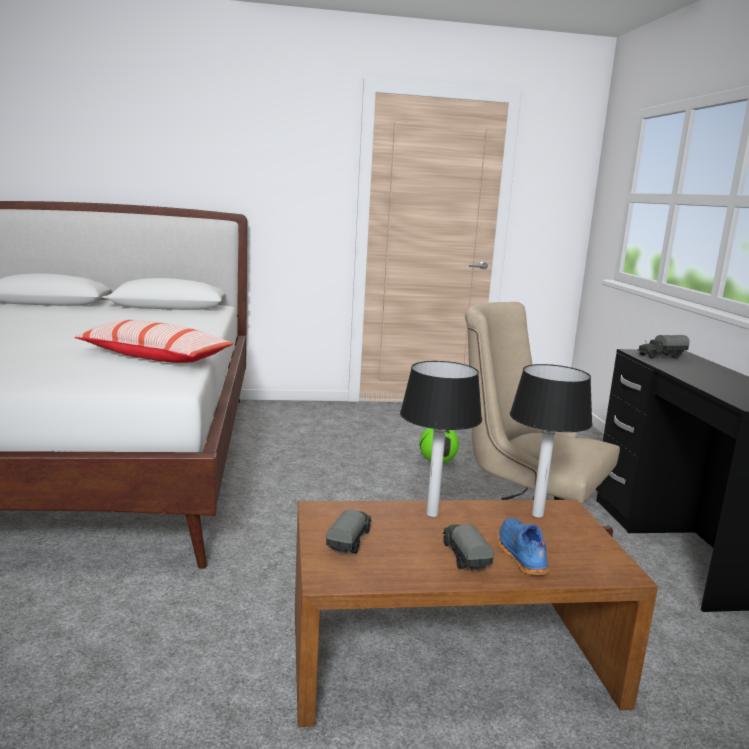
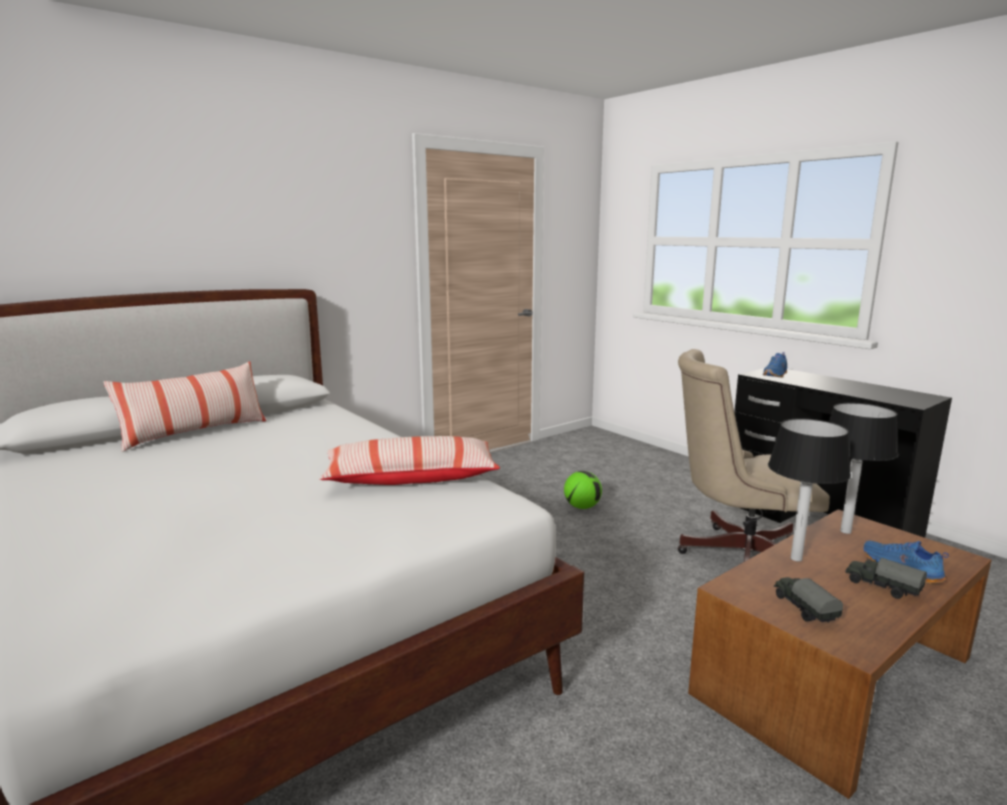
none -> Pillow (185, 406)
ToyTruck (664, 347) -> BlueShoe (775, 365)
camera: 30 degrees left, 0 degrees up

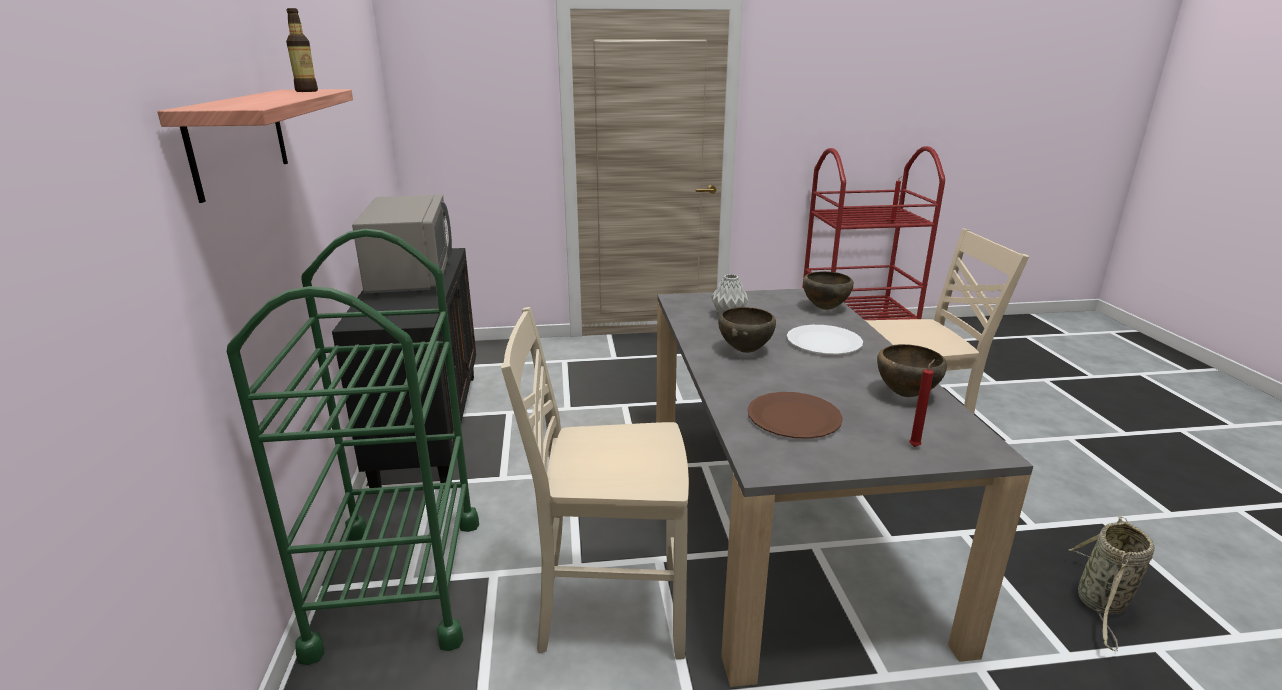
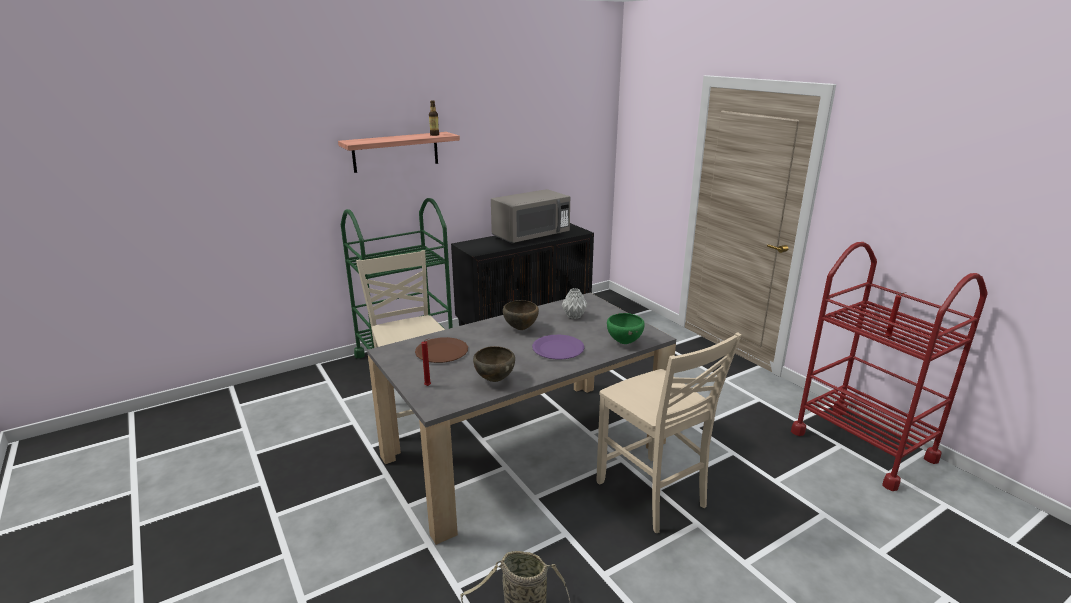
WhitePlate (825, 340) -> PurplePlate (558, 347)
BrownBowl (828, 290) -> GreenBowl (626, 328)
camera: 65 degrees right, 0 degrees up

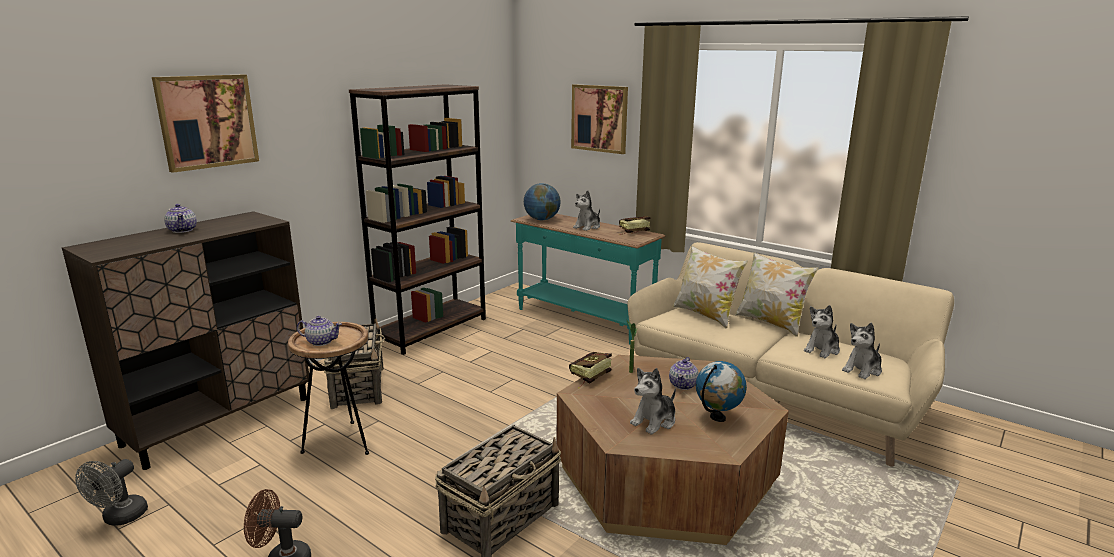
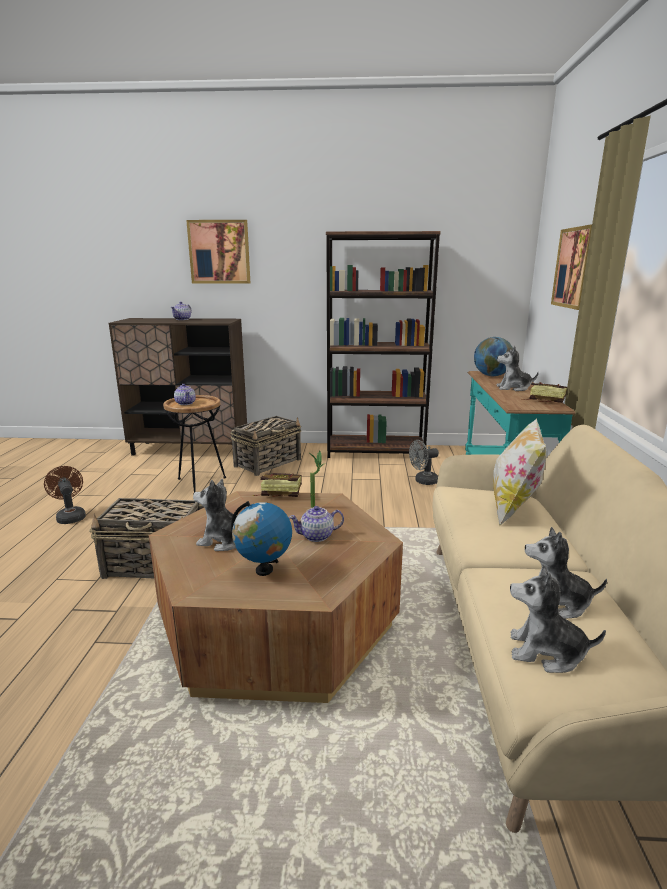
GreyFan (111, 492) -> GreyFan (424, 462), relocated
Pillow (776, 294) -> none
camera: 55 degrees right, 0 degrees up

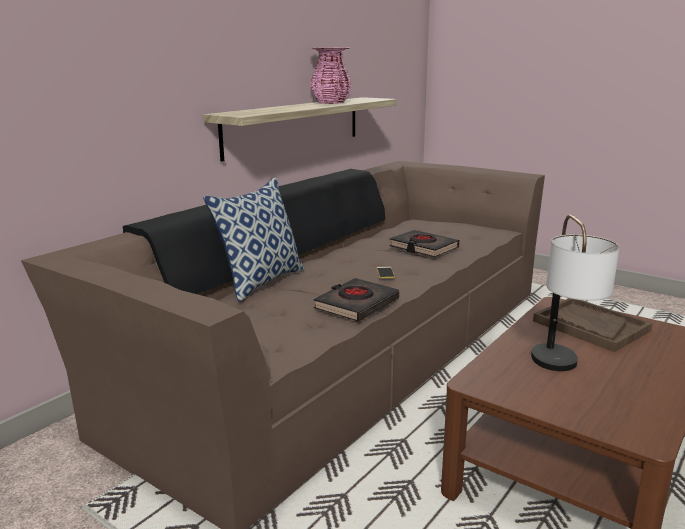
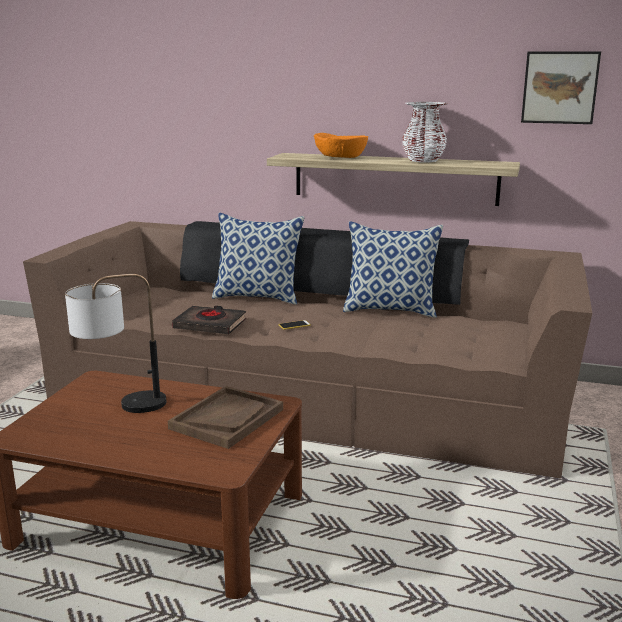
none -> OrangeBowl (341, 145)
none -> Pillow (393, 269)
PinkVase (331, 76) -> WhiteVase (425, 132)
none -> Picture (561, 87)
BlackBook (424, 243) -> none
camera: 70 degrees right, 0 degrees up

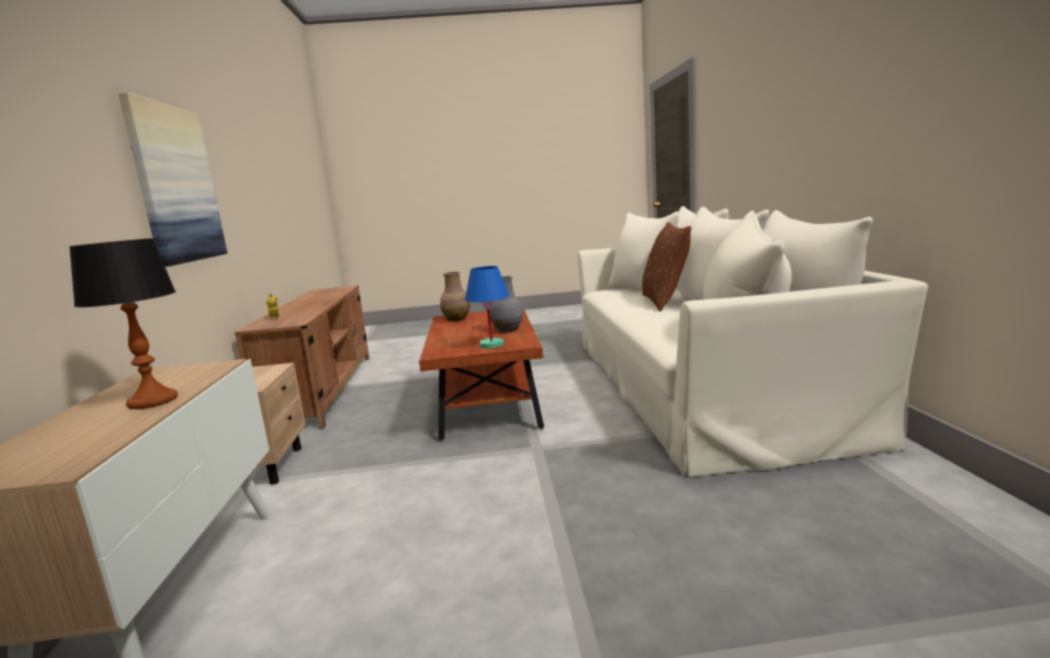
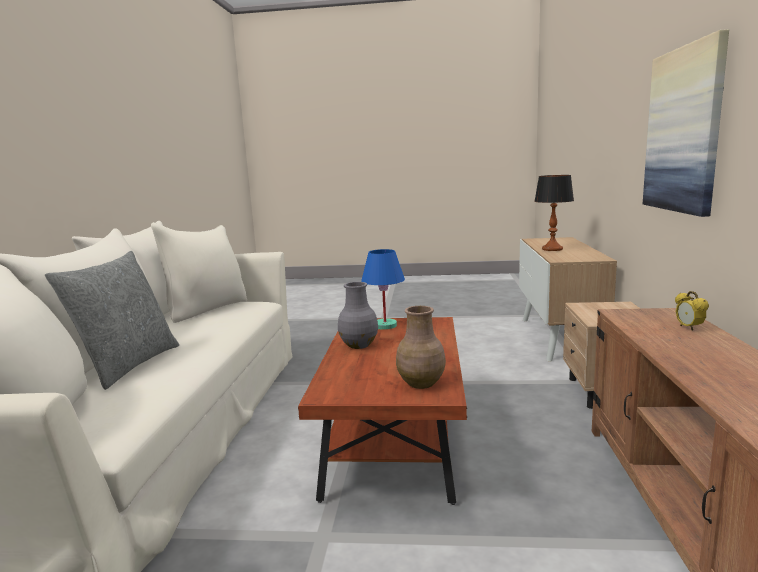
BrownPillow (666, 267) -> GreyPillow (112, 320)
camera: 170 degrees left, 0 degrees up

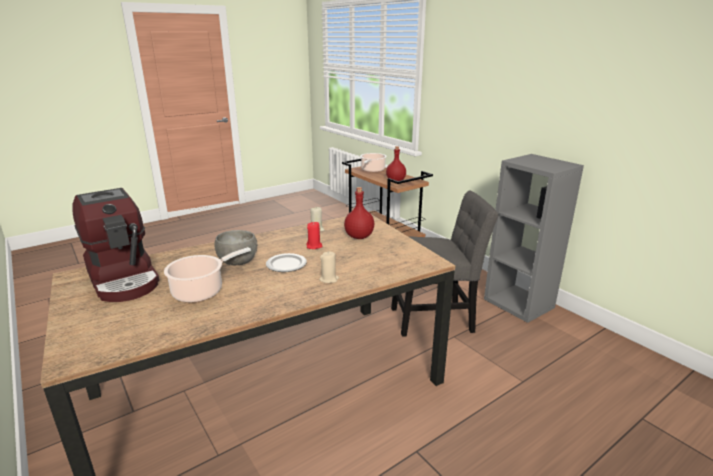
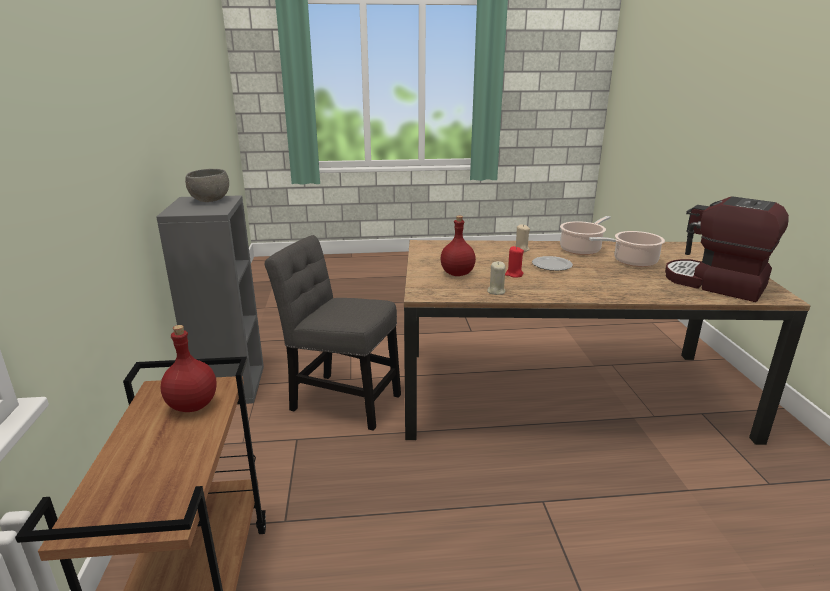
GreyBowl (235, 247) -> GreyBowl (207, 185), relocated
CookingPot (373, 162) -> CookingPot (585, 235), relocated
CoffeeMachine (116, 245) -> CoffeeMachine (727, 249), 45 degrees counterclockwise
camera: 150 degrees left, 0 degrees up

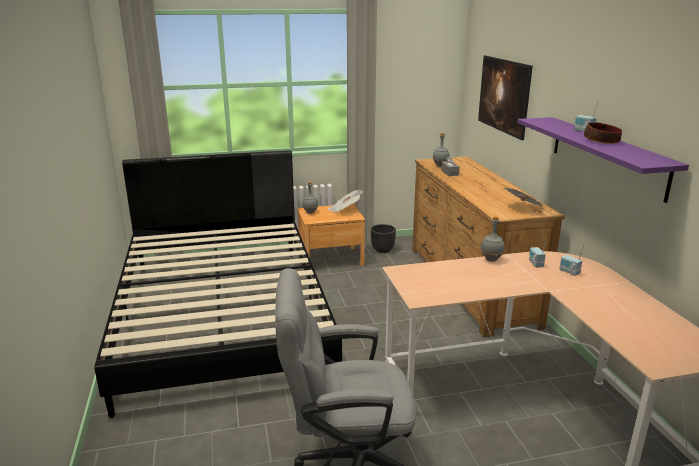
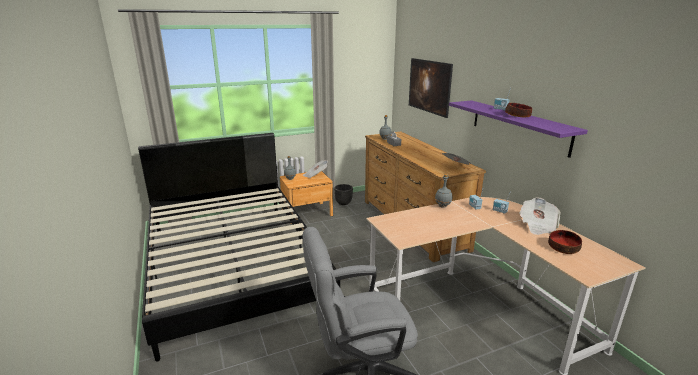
none -> Newspaper (540, 216)
none -> Bowl (565, 242)
camera: 10 degrees left, 0 degrees up

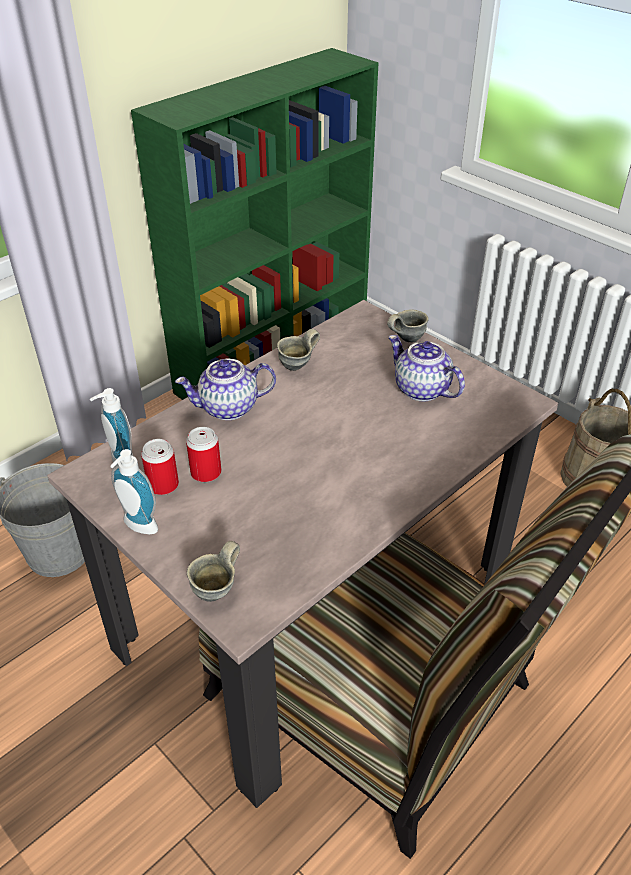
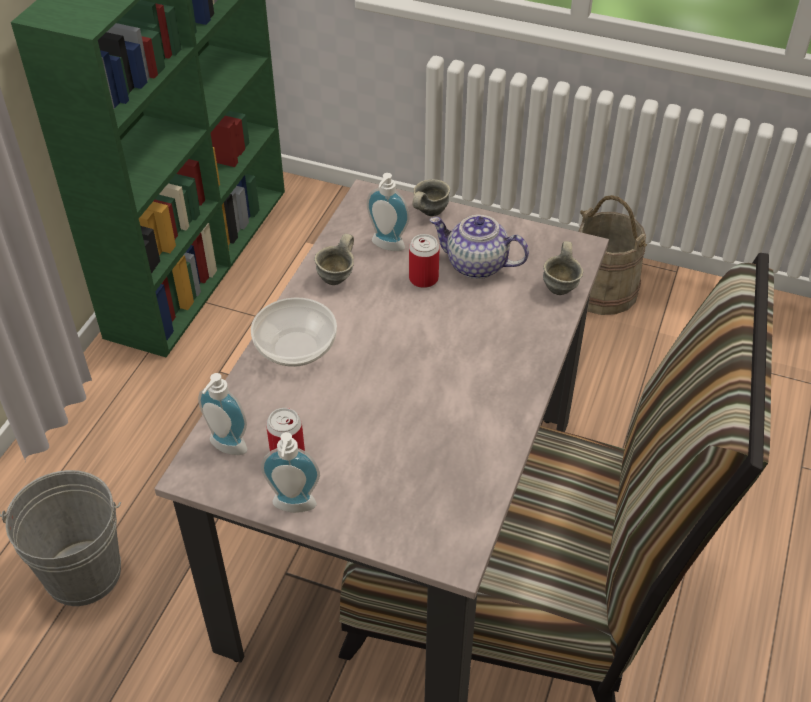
Teapot (225, 389) -> Bowl (294, 332)
none -> SoapDispenser (388, 212)
Can (203, 454) -> Can (424, 261), relocated
GreyMug (213, 571) -> GreyMug (563, 268), relocated
camera: 25 degrees left, 5 degrees up

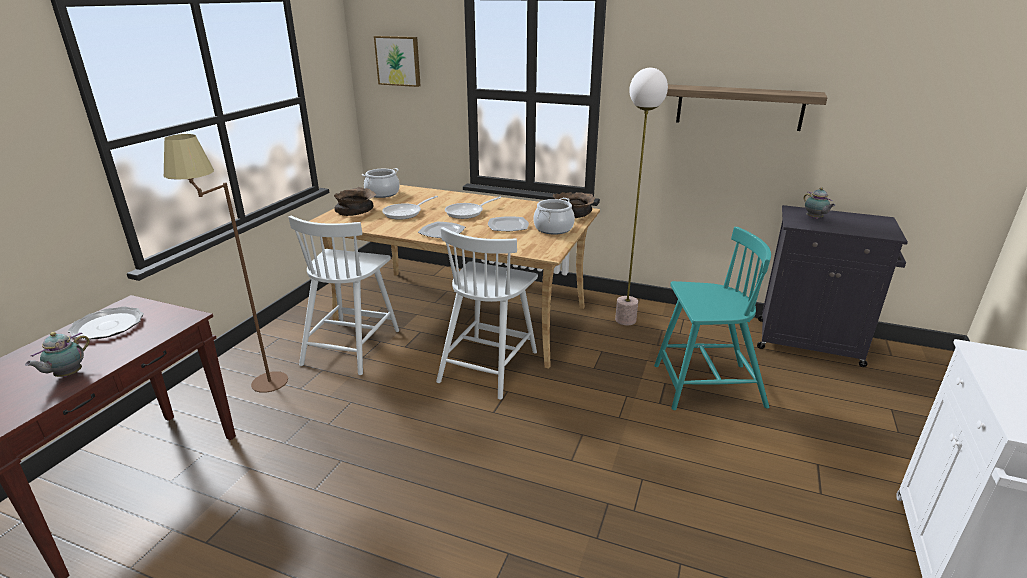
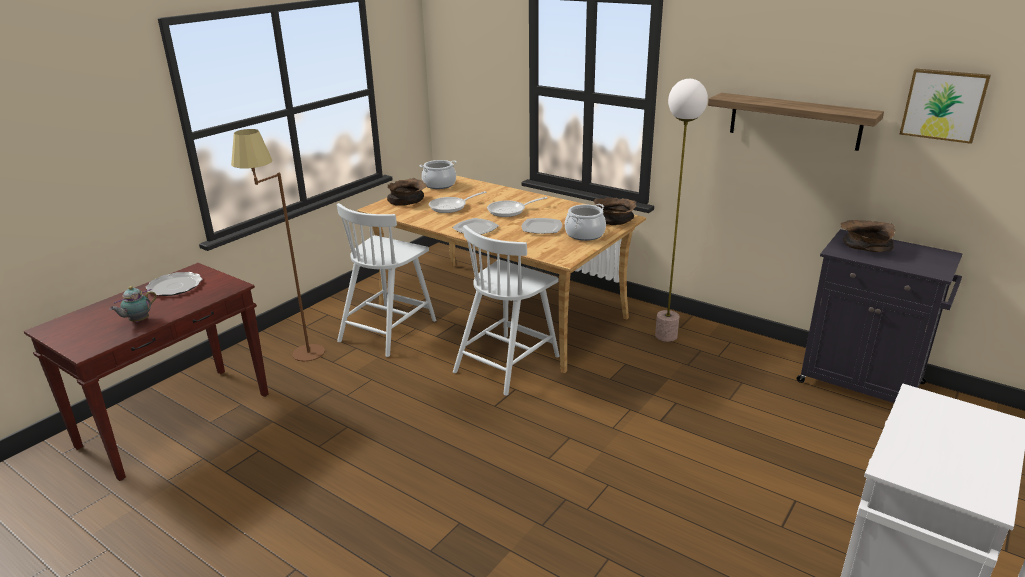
Teapot (819, 203) -> BrownBowl (868, 236)
Picture (397, 61) -> Picture (945, 106), relocated
TurquoiseChair (712, 318) -> none
camera: 15 degrees right, 0 degrees up

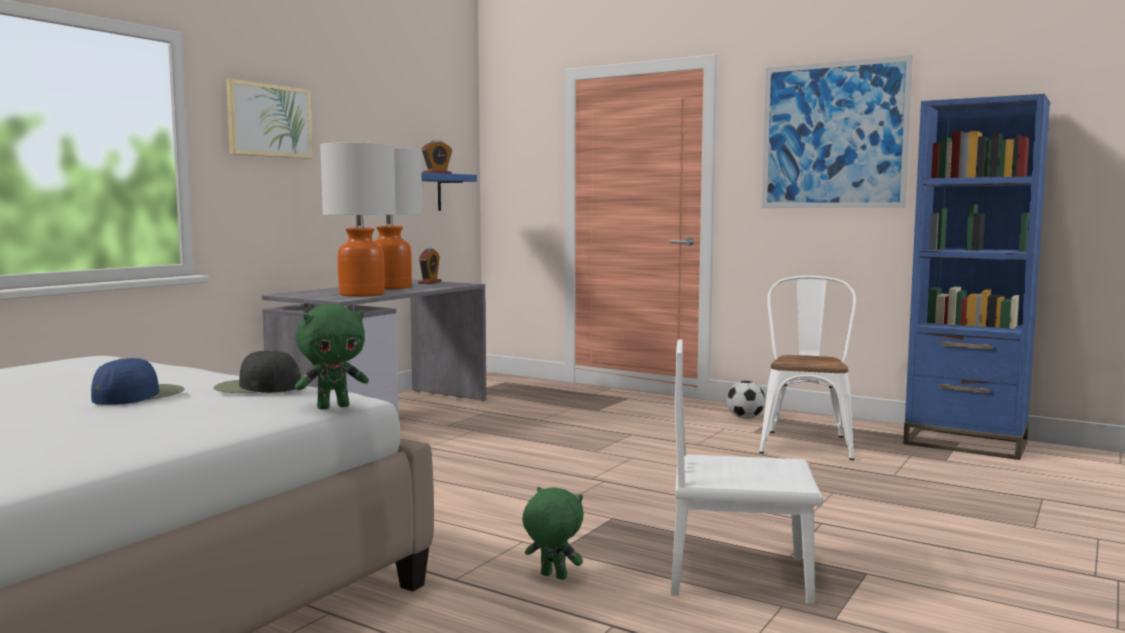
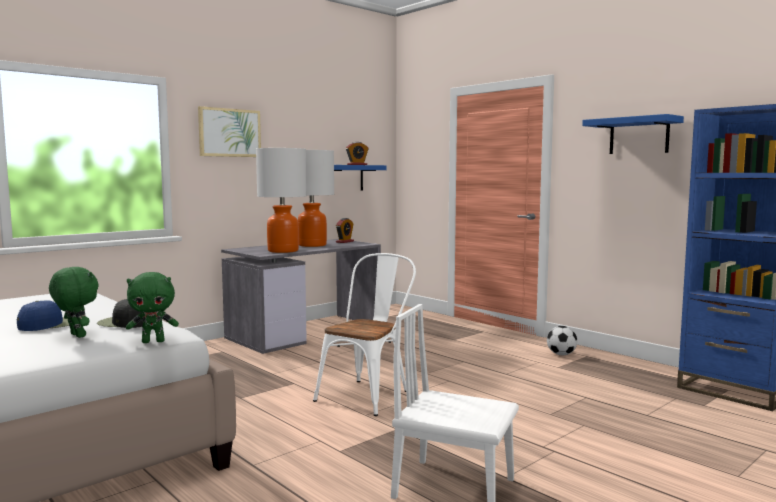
GreenPlushToy (552, 533) -> GreenPlushToy (74, 302), relocated
WhiteChair (807, 368) -> WhiteChair (364, 334), relocated
Picture (837, 131) -> BlueShelf (633, 134)
camera: 15 degrees right, 0 degrees up

